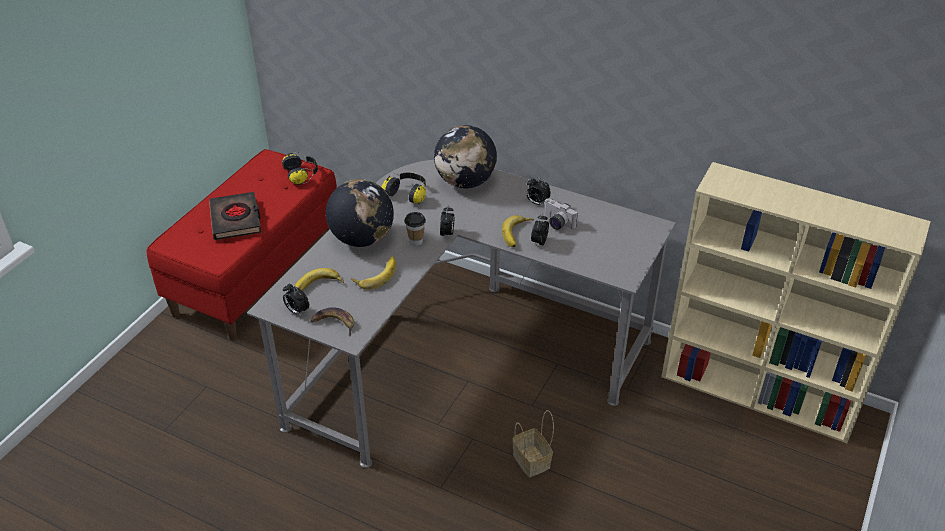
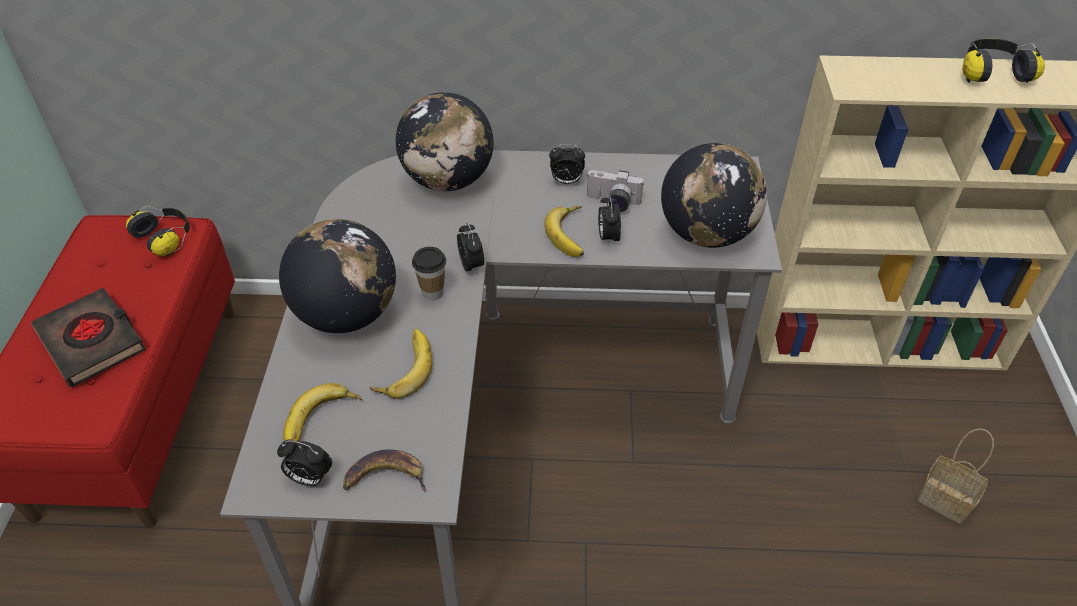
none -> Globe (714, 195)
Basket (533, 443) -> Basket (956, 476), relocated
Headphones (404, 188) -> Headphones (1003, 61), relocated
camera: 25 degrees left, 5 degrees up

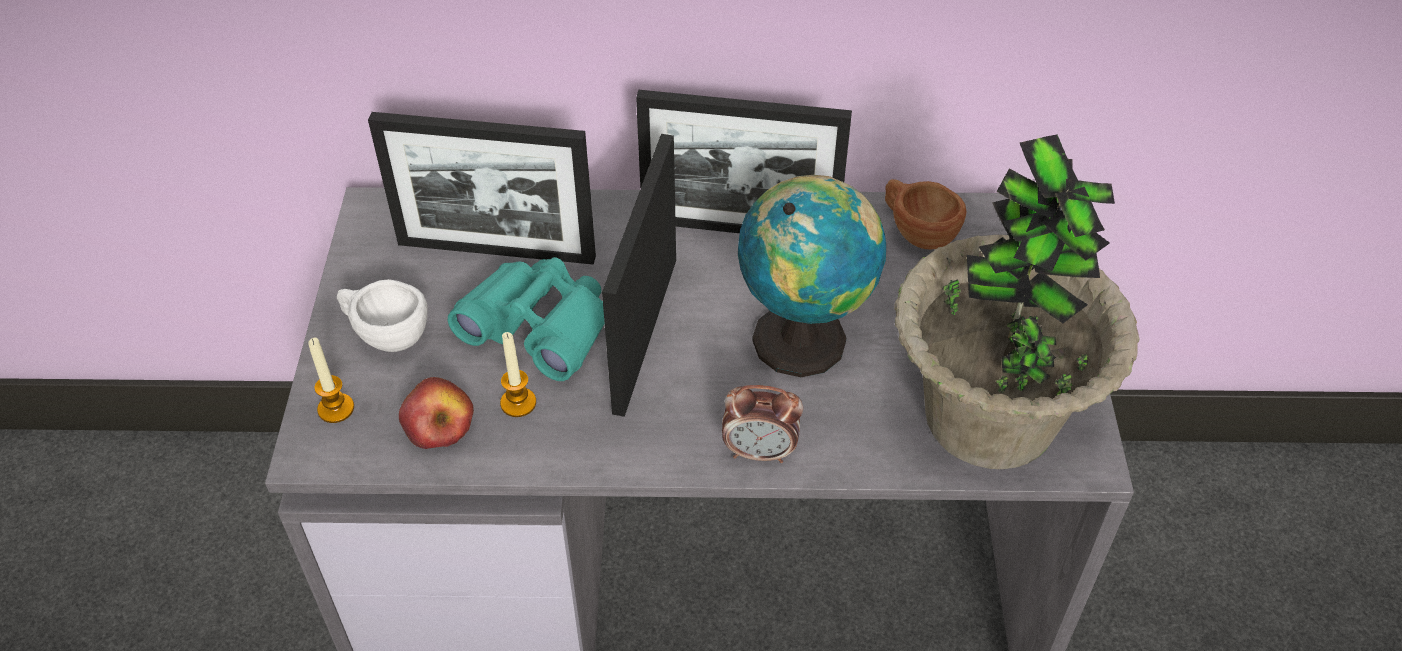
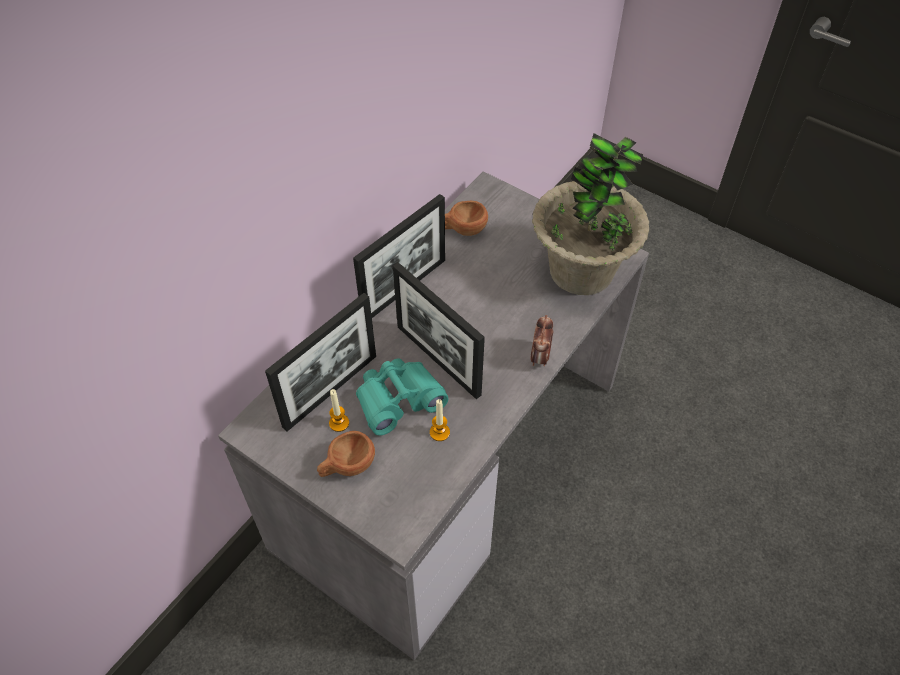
WhiteCup (382, 315) -> BrownCup (346, 454)
Candle (331, 380) -> Candle (339, 410), relocated
AlarmClock (762, 424) -> AlarmClock (541, 340), 150 degrees clockwise
Apple (436, 413) -> none
Globe (812, 276) -> none
camera: 55 degrees left, 5 degrees up

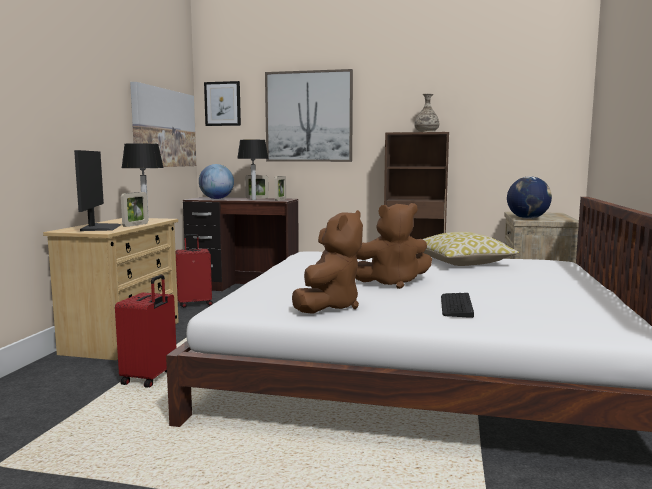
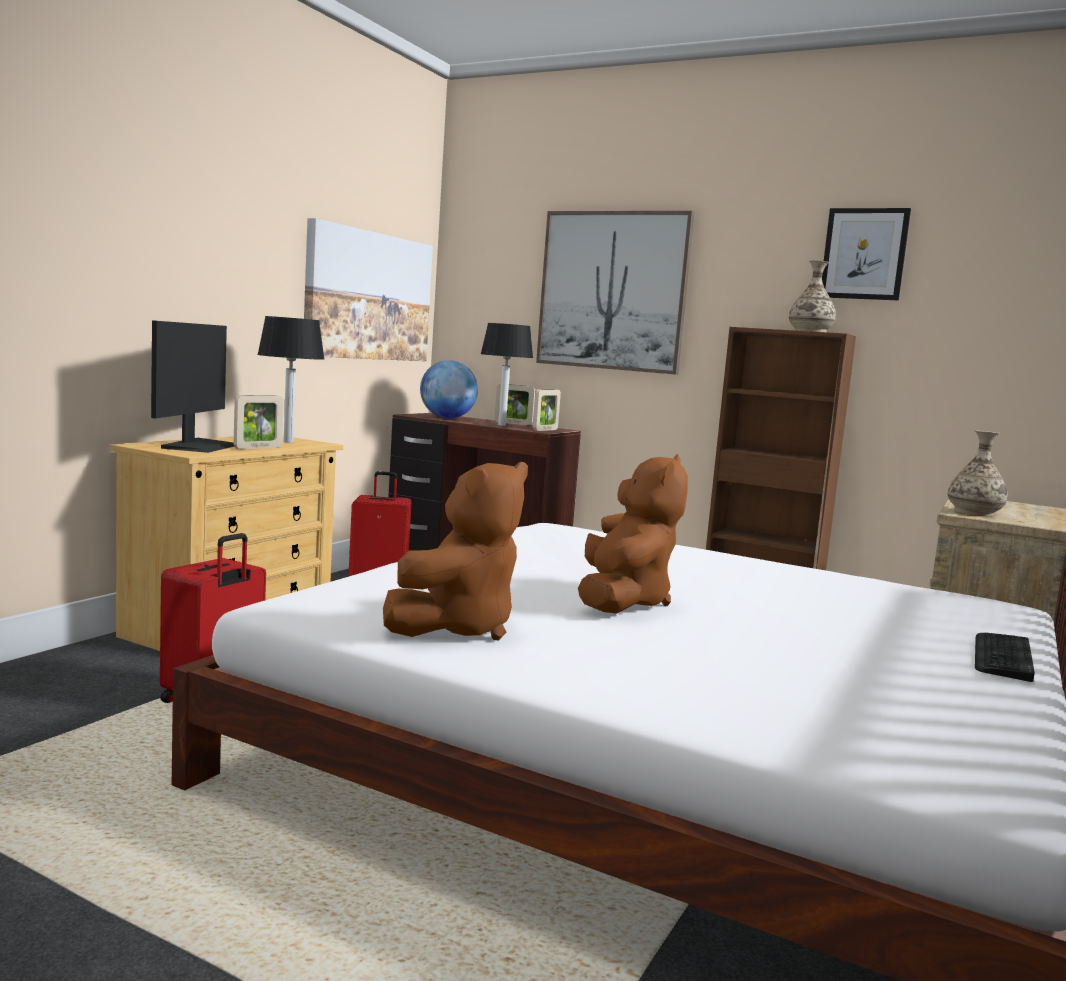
BrownPlushToy (393, 246) -> BrownPlushToy (633, 534), 90 degrees counterclockwise
Picture (222, 103) -> Picture (866, 254), relocated
Globe (529, 197) -> Vase (978, 473)
Keyboard (457, 305) -> Keyboard (1005, 657), relocated
Pillow (470, 249) -> none
camera: 15 degrees right, 0 degrees up

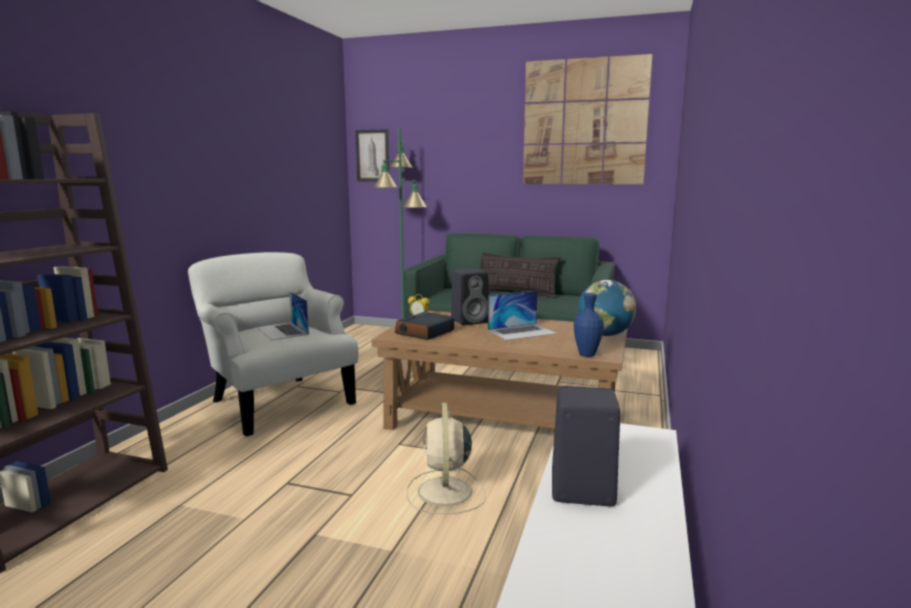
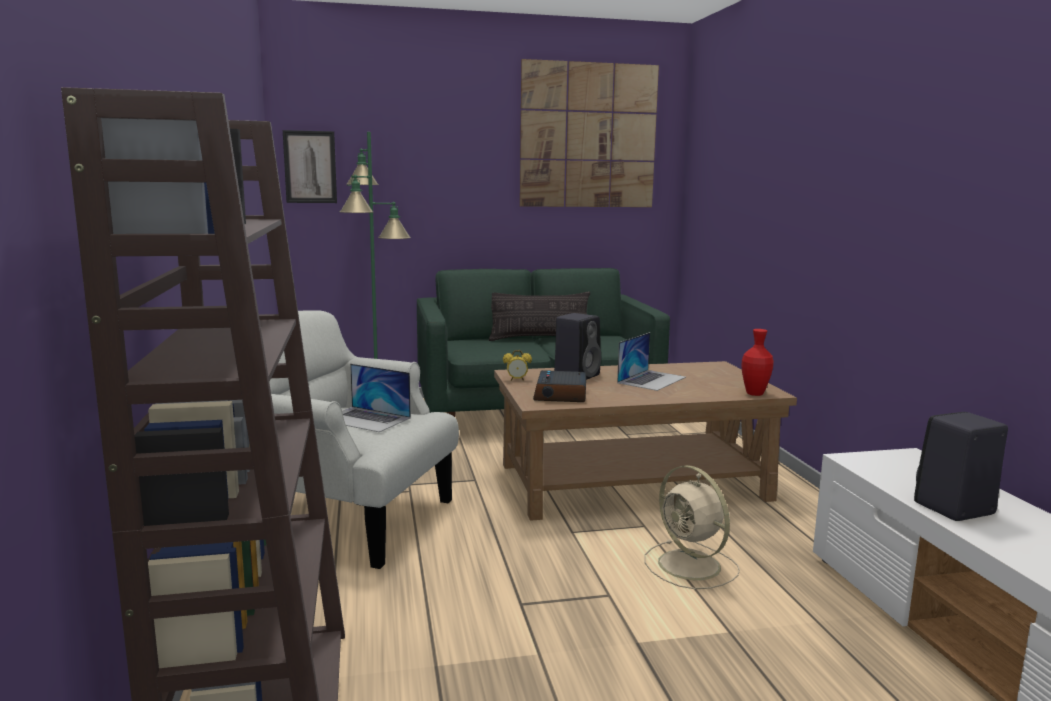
BlueVase (589, 325) -> RedVase (757, 362)
Globe (607, 308) -> none
camera: 30 degrees left, 0 degrees up

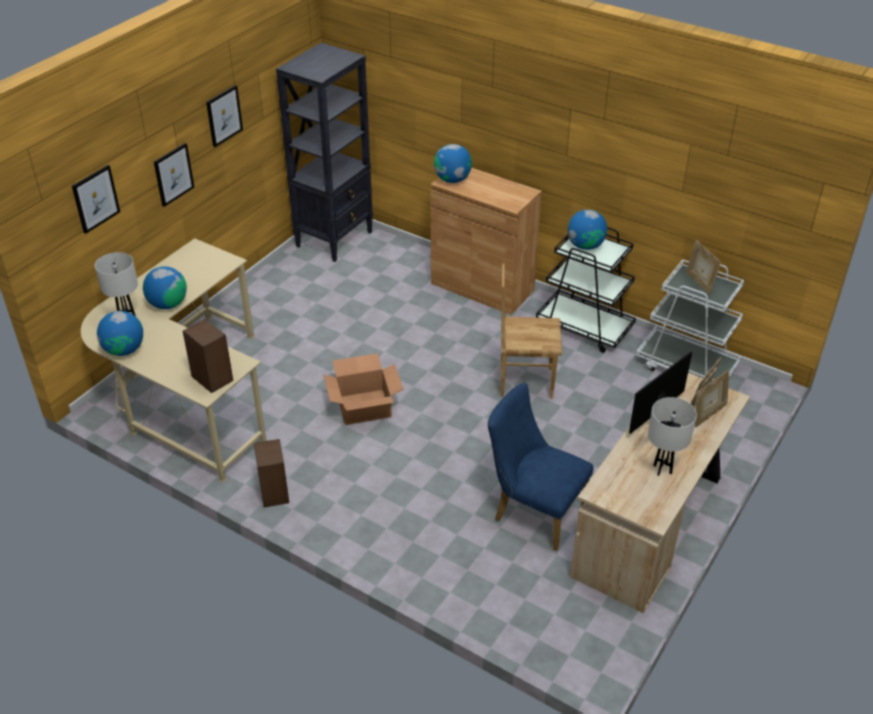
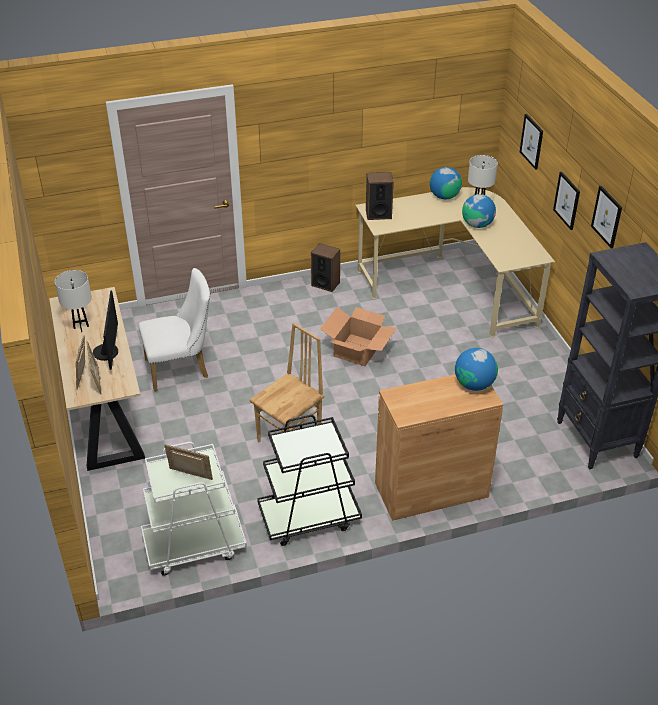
BlueChair (540, 467) -> WhiteChair (174, 329)
Globe (587, 230) -> none
camera: 130 degrees right, 0 degrees up

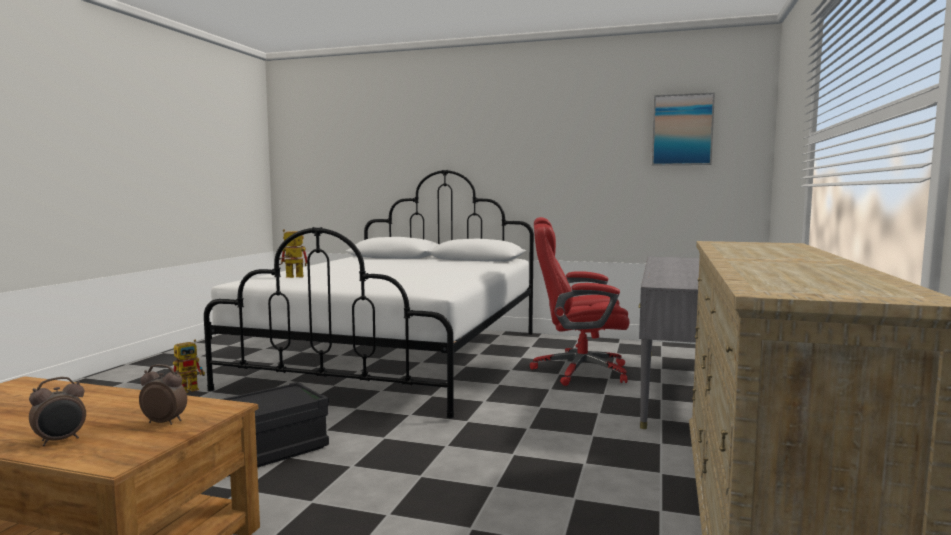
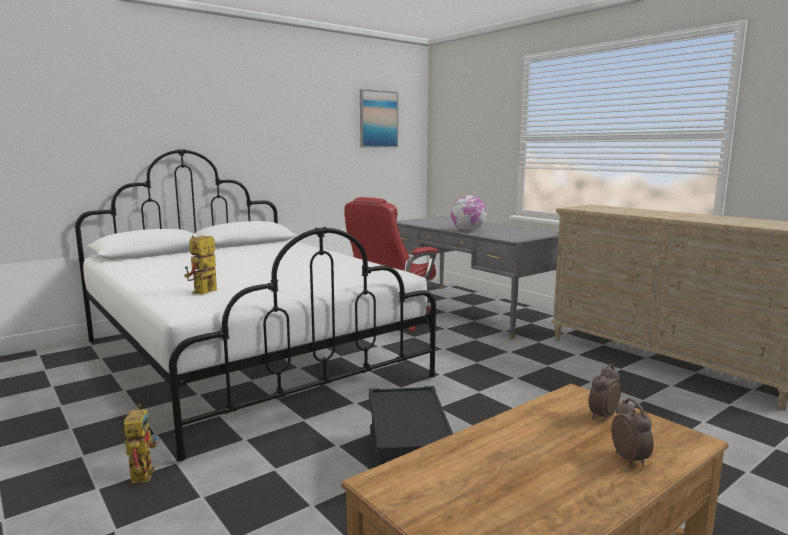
none -> Globe (469, 213)
camera: 55 degrees left, 5 degrees up

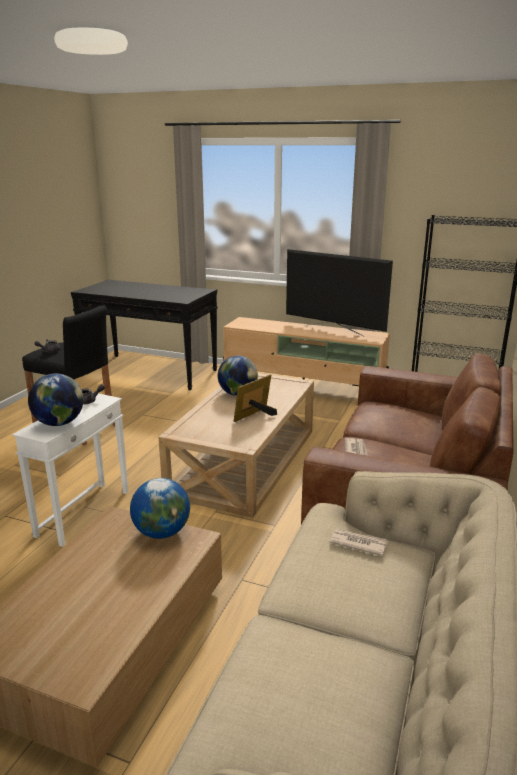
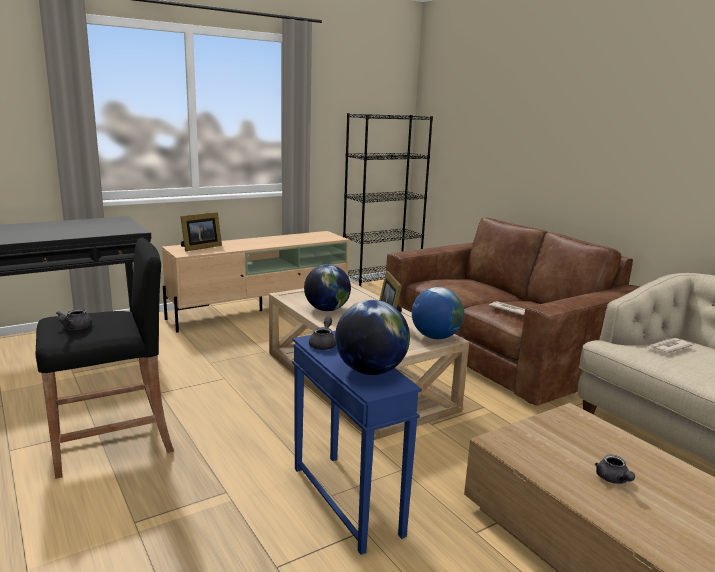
none -> PictureFrame (201, 231)
WhiteSideTable (70, 469) -> BlueSideTable (357, 443)
Globe (160, 508) -> Globe (438, 313), relocated
none -> GreyTeapot (615, 469)
Television (339, 293) -> none
camera: 55 degrees left, 5 degrees down

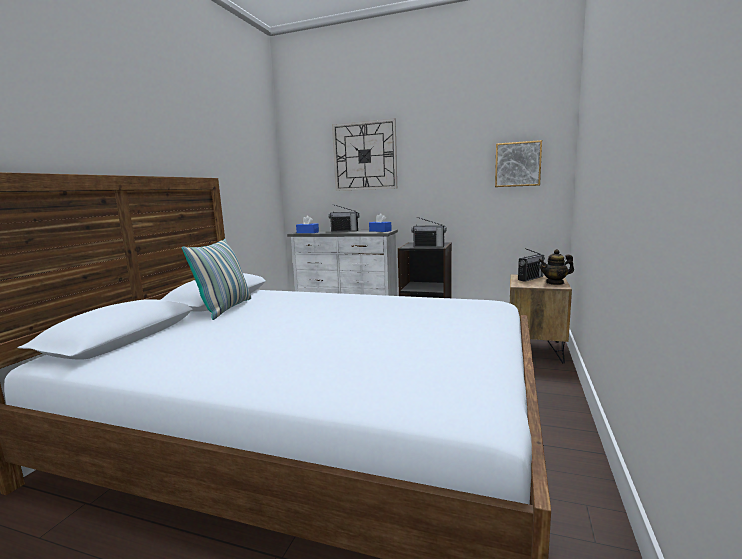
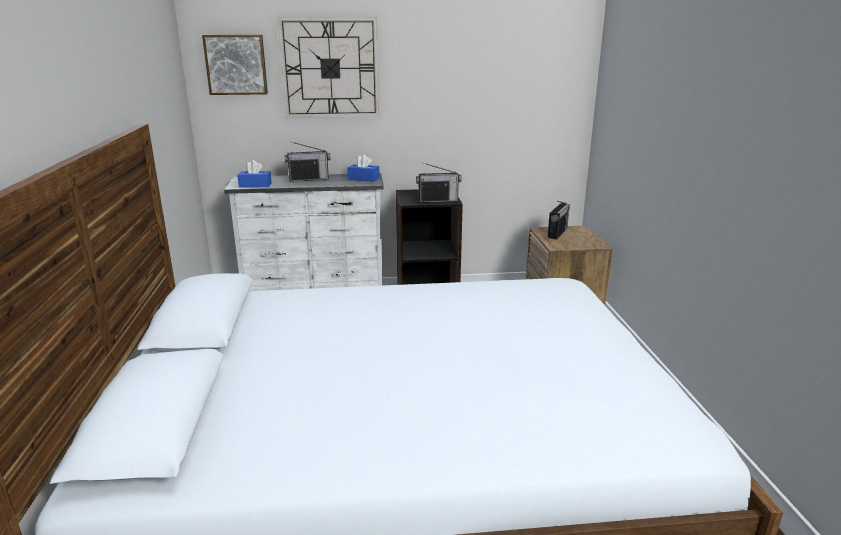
Picture (518, 163) -> Picture (235, 65), relocated
Pillow (216, 279) -> none
Teapot (556, 267) -> none
camera: 25 degrees left, 10 degrees up

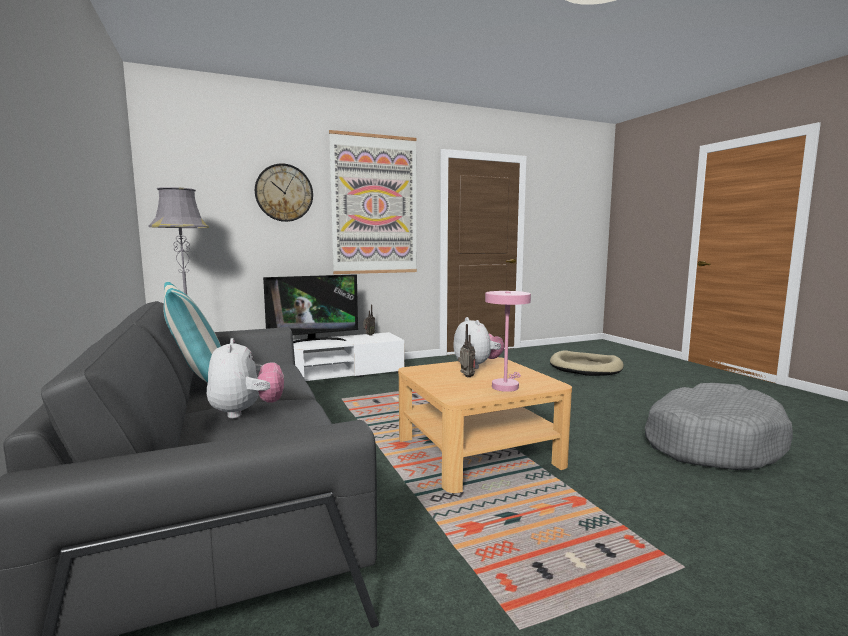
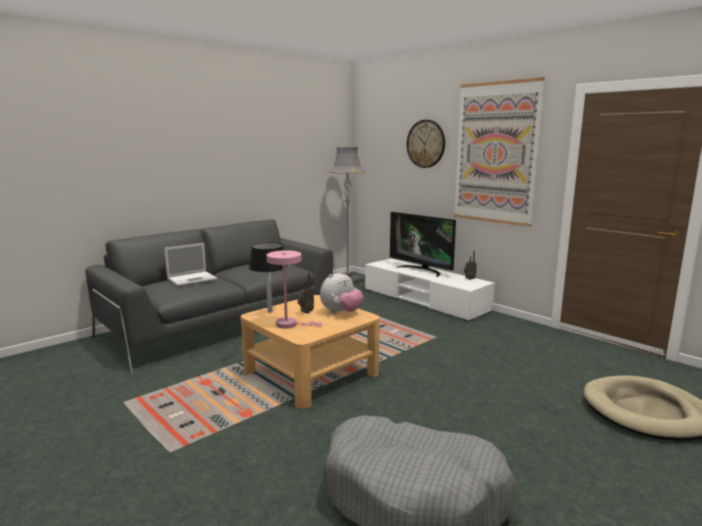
PlushToy (245, 378) -> Laptop (191, 264)
none -> BlackTableLamp (268, 277)
Pillow (192, 332) -> none
camera: 70 degrees right, 5 degrees up

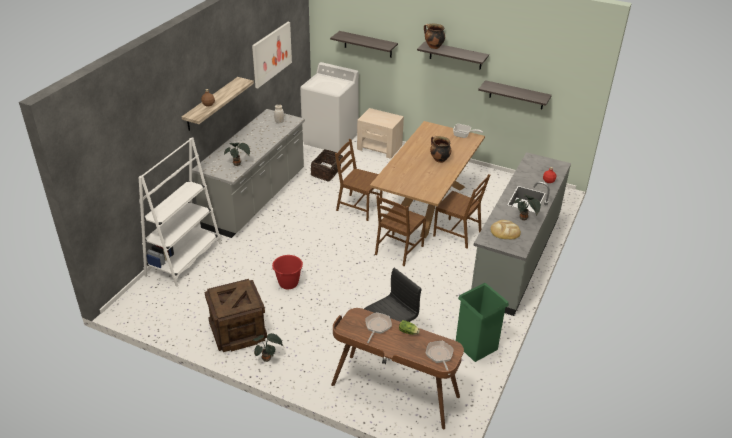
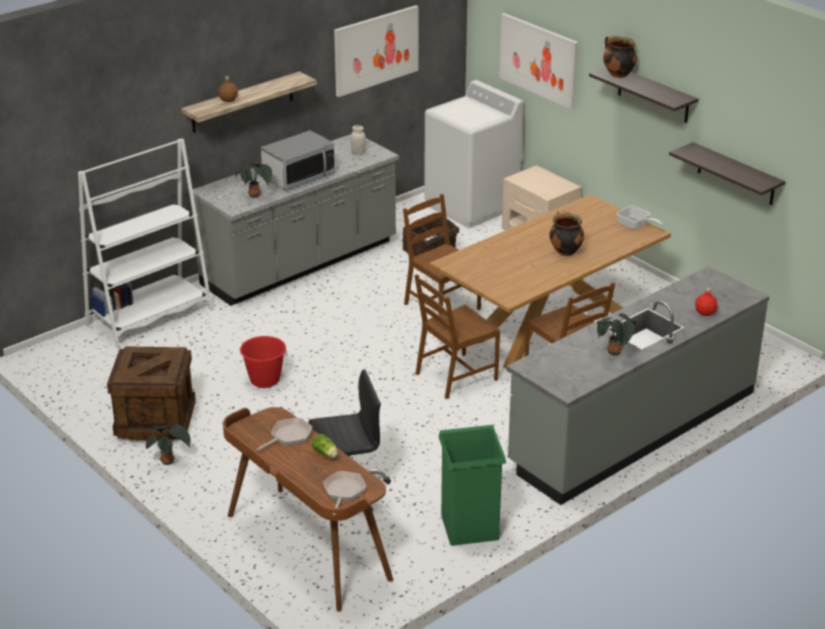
none -> Microwave (298, 160)
Shelf (364, 44) -> Picture (538, 61)
Bread (505, 229) -> none
camera: 25 degrees right, 5 degrees down

